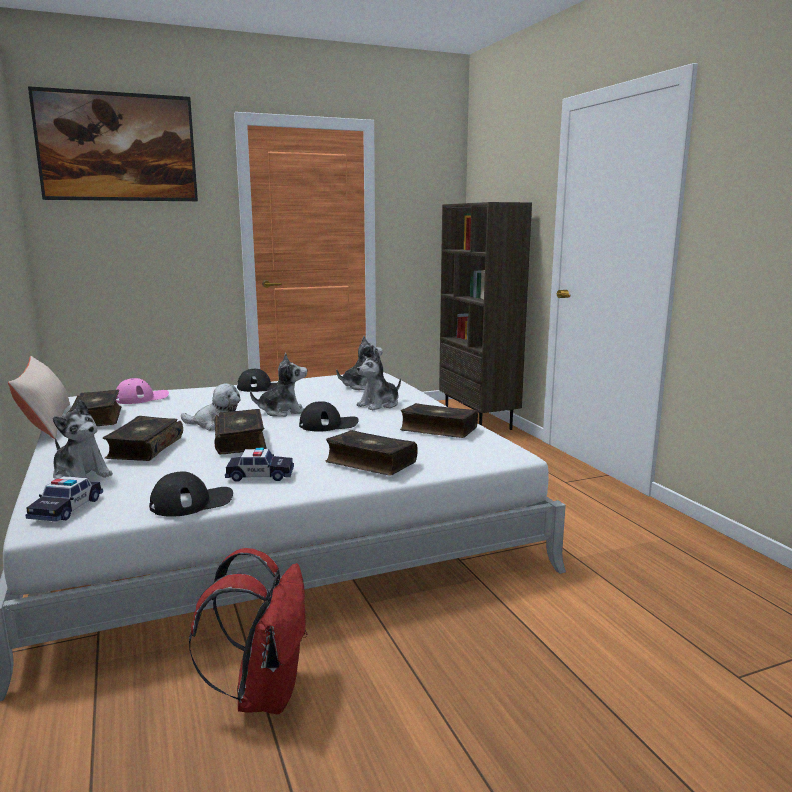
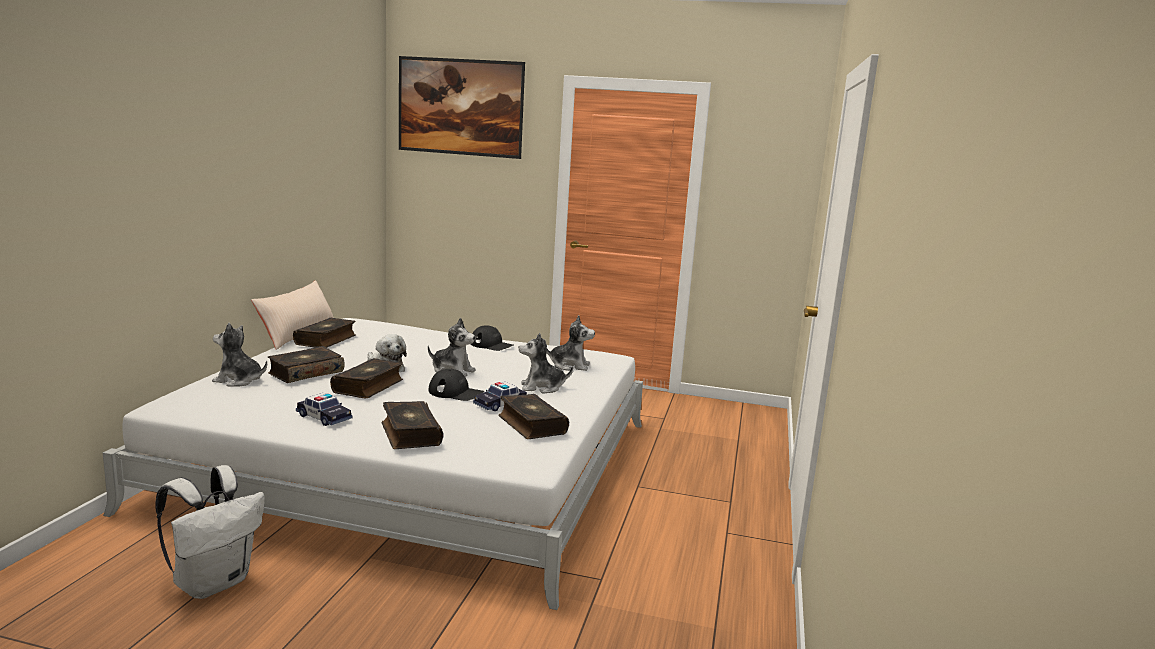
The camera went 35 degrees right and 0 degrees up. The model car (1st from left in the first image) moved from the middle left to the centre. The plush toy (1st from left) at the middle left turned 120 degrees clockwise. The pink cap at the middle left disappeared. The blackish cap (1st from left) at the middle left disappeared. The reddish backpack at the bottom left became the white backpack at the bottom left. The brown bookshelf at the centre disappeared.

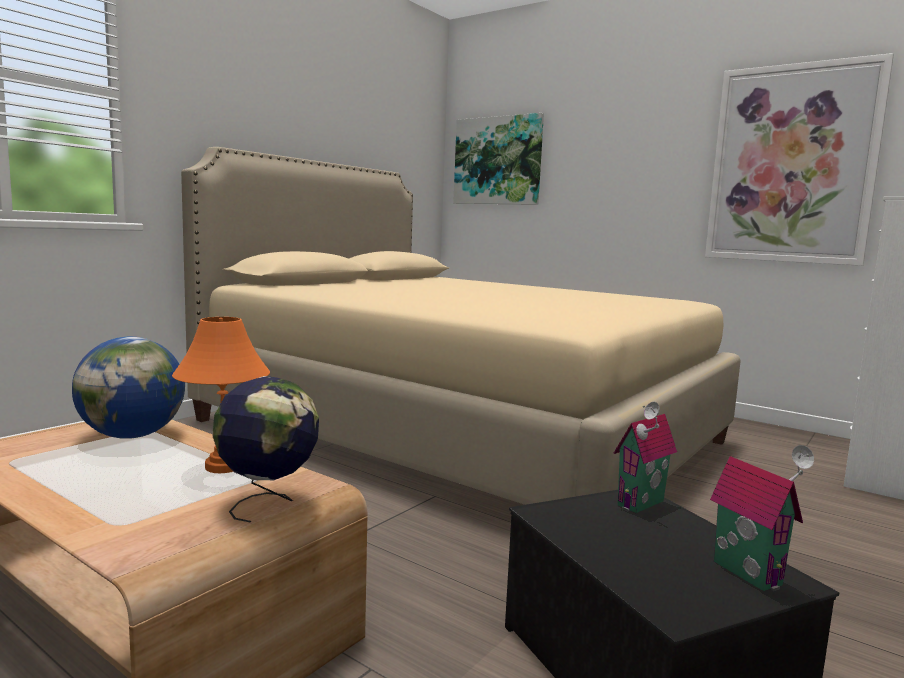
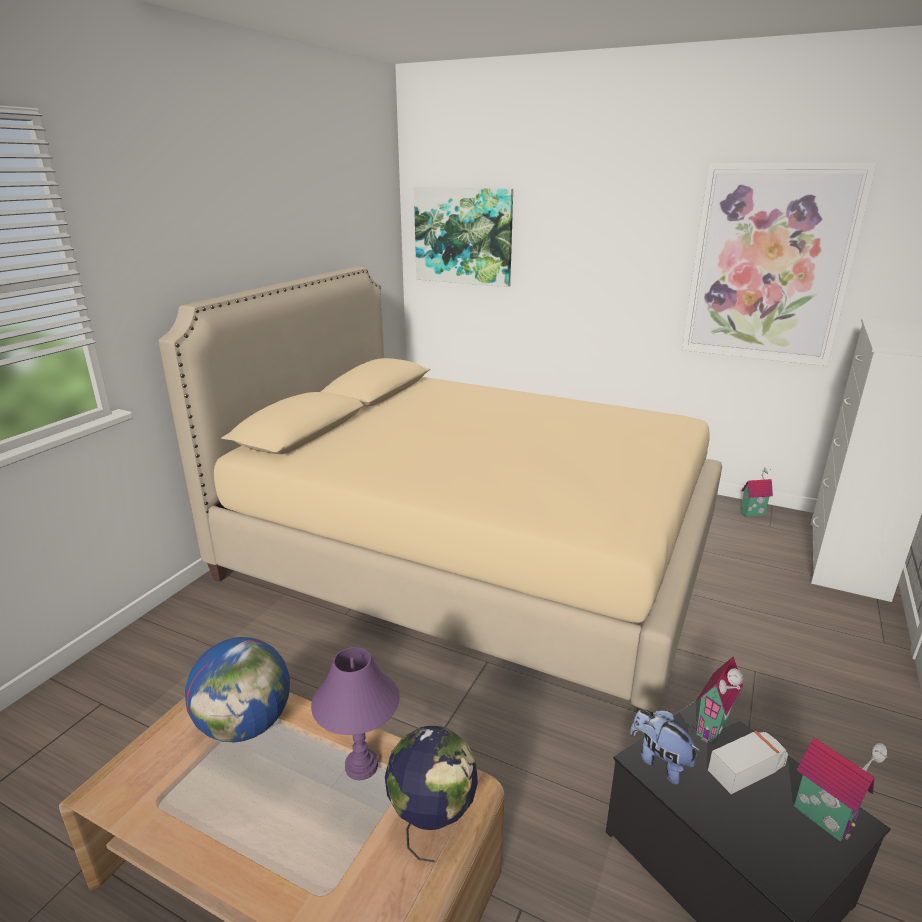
The camera went 10 degrees left and 15 degrees up. The orange table lamp at the middle left became the purple table lamp at the bottom centre. The plush toy at the bottom right appeared. The toy truck at the bottom right appeared. The model house (2nd from left) at the middle right appeared.

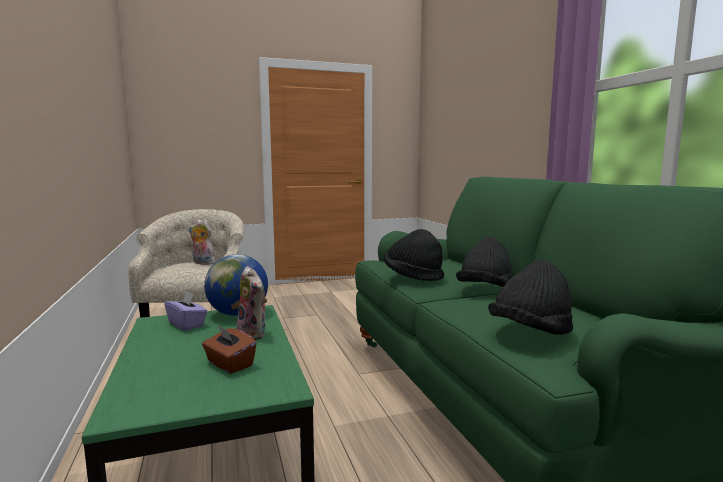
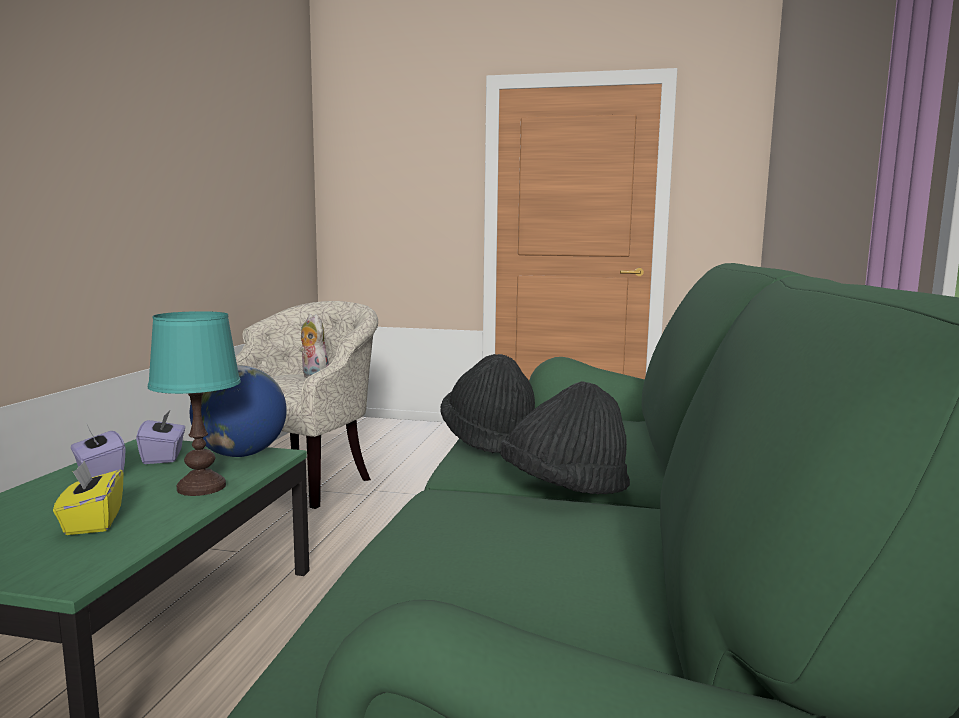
The camera went 30 degrees right and 0 degrees up. The brown tissue box at the bottom left became the yellowish tissue box at the bottom left. The plush toy (2nd from left) at the centre was replaced by the turquoise table lamp at the middle left. The blackish hat (3rd from left) at the middle right disappeared. The purple tissue box (1st from left) at the middle left appeared.

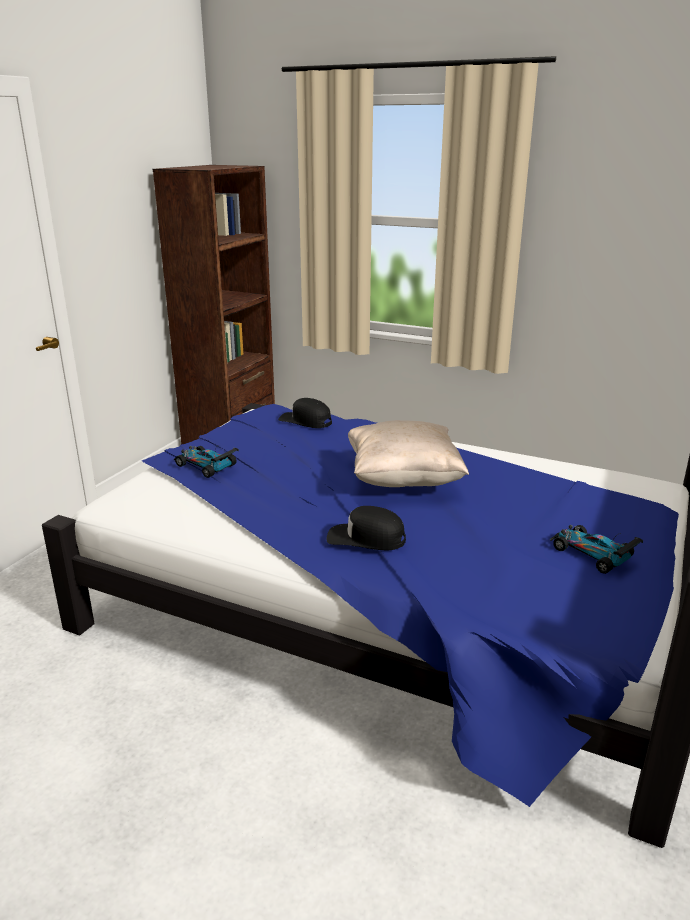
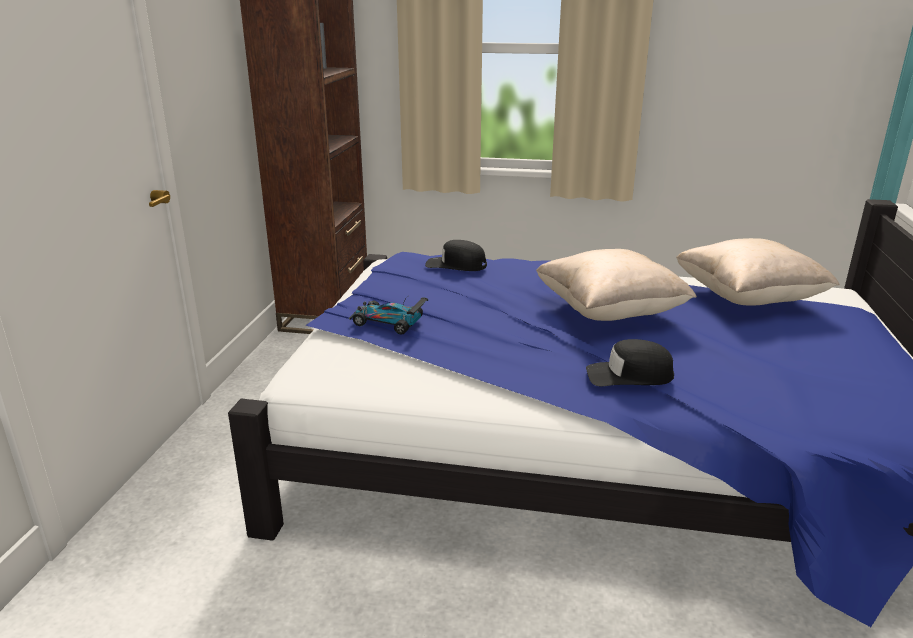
The camera went 15 degrees left and 0 degrees up. The model car (2nd from left) at the middle right disappeared. The beige-coloured throw pillow (2nd from left) at the middle right appeared.

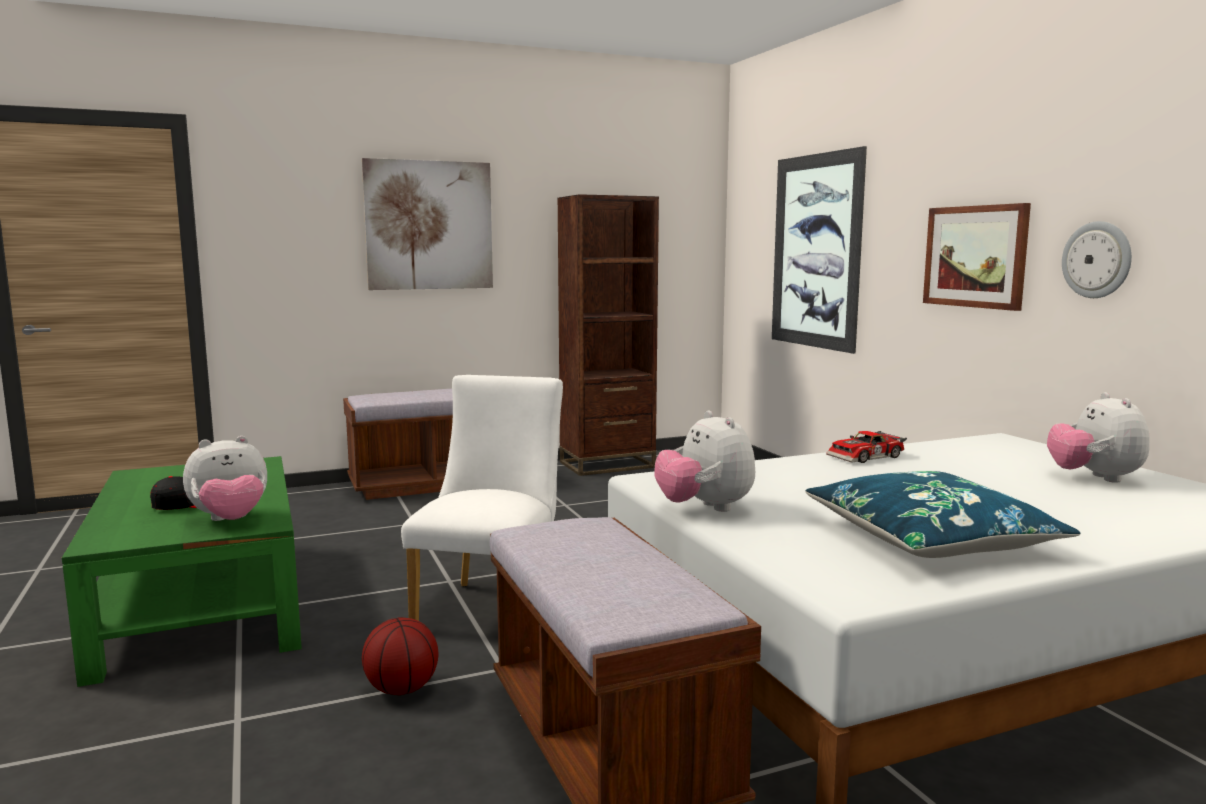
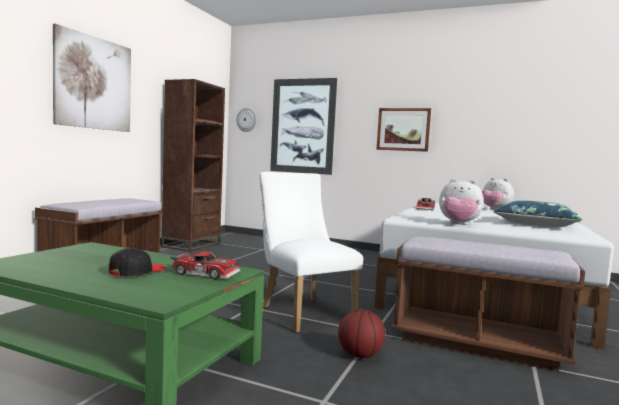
The camera went 45 degrees left and 5 degrees down. The plush toy (1st from left) at the middle left was replaced by the model car (1st from left) at the middle left. The hanging clock moved from the top right to the top centre.

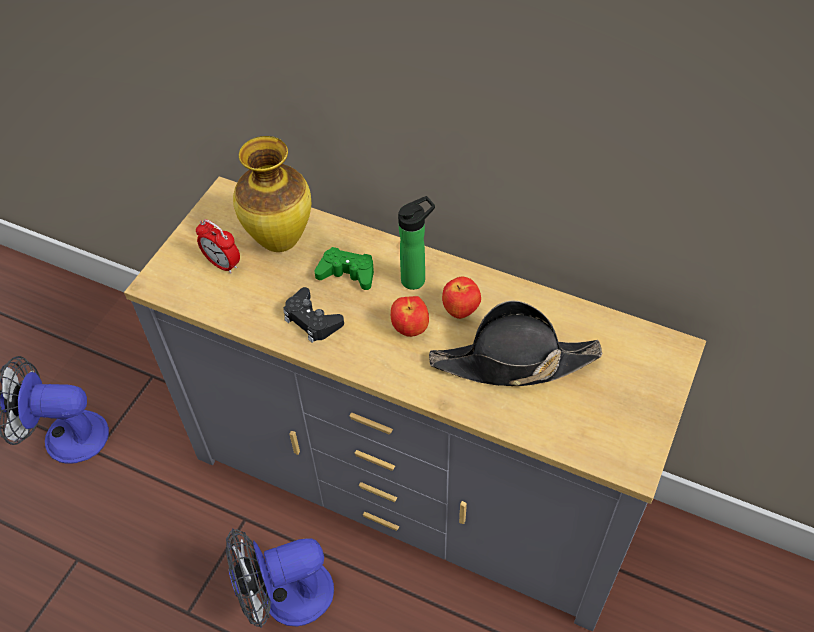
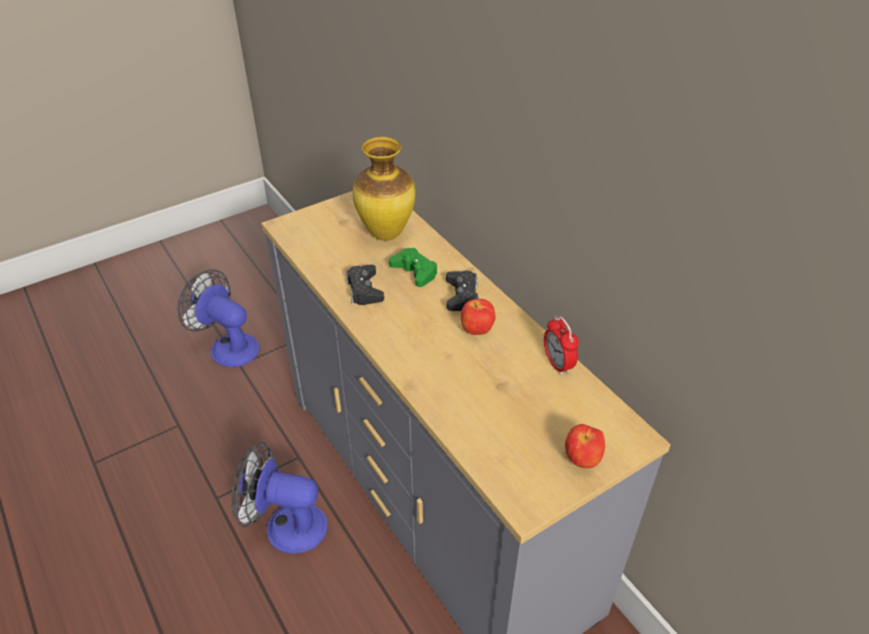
The camera went 30 degrees right and 10 degrees down. The table clock moved from the middle left to the centre. The apple (1st from left in the first image) moved from the centre to the bottom right. The bottle at the centre was replaced by the blackish joypad (2nd from left) at the centre. The blackish hat at the centre disappeared.

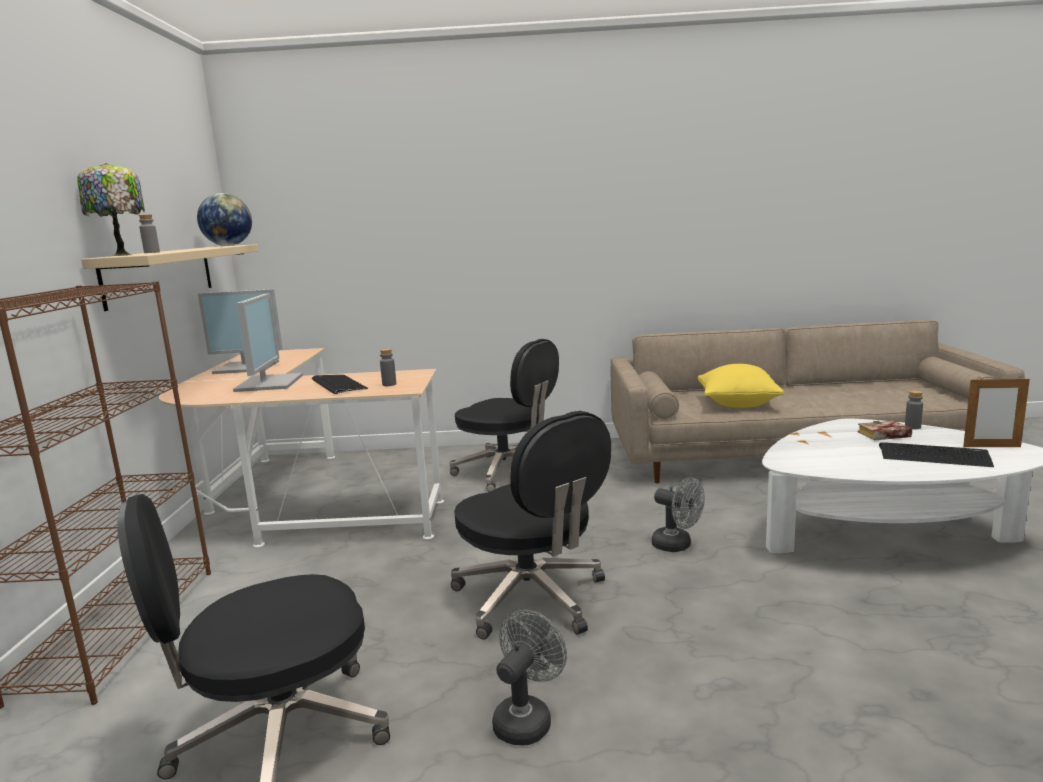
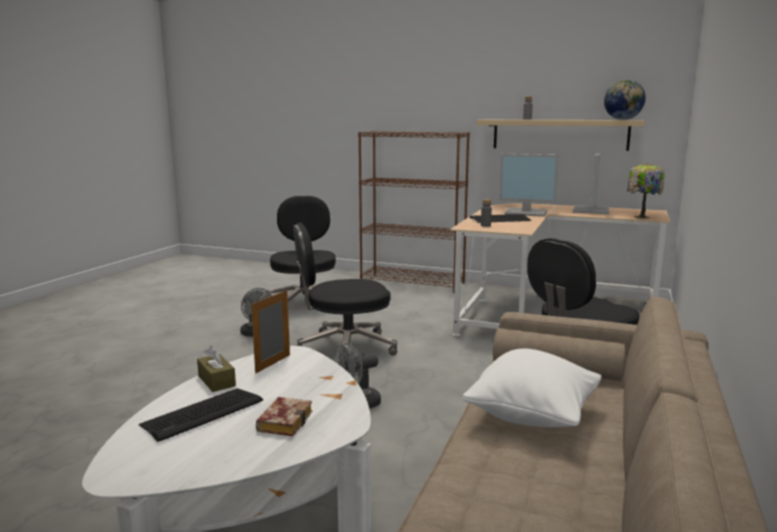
The camera went 110 degrees right and 0 degrees up. The table lamp moved from the top left to the middle right. The yellowish throw pillow at the middle right became the white throw pillow at the bottom right. The gray bottle (3rd from left) at the middle right disappeared. The photo frame moved from the middle right to the centre. The brown tissue box at the bottom left appeared.

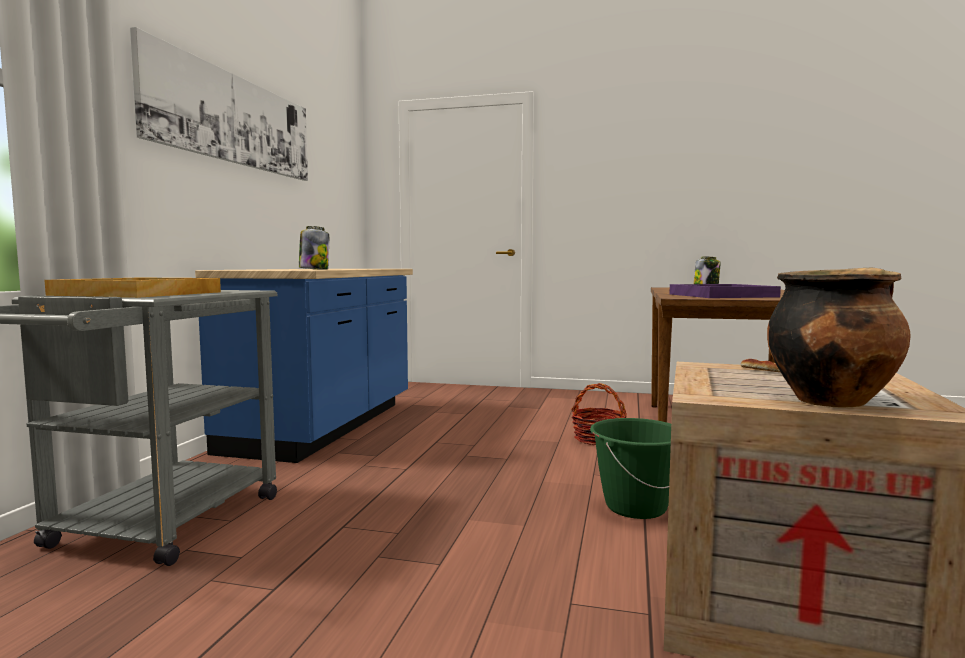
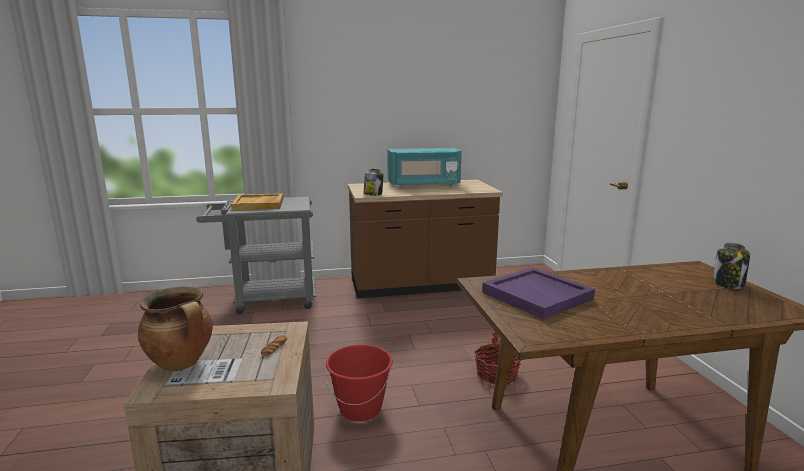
The camera went 65 degrees right and 10 degrees up. The wall picture at the top left disappeared. The blue-coloured kitchen counter at the middle left became the brown kitchen counter at the centre. The green water bucket at the bottom centre became the reddish water bucket at the bottom centre. The turquoise microwave at the centre appeared.

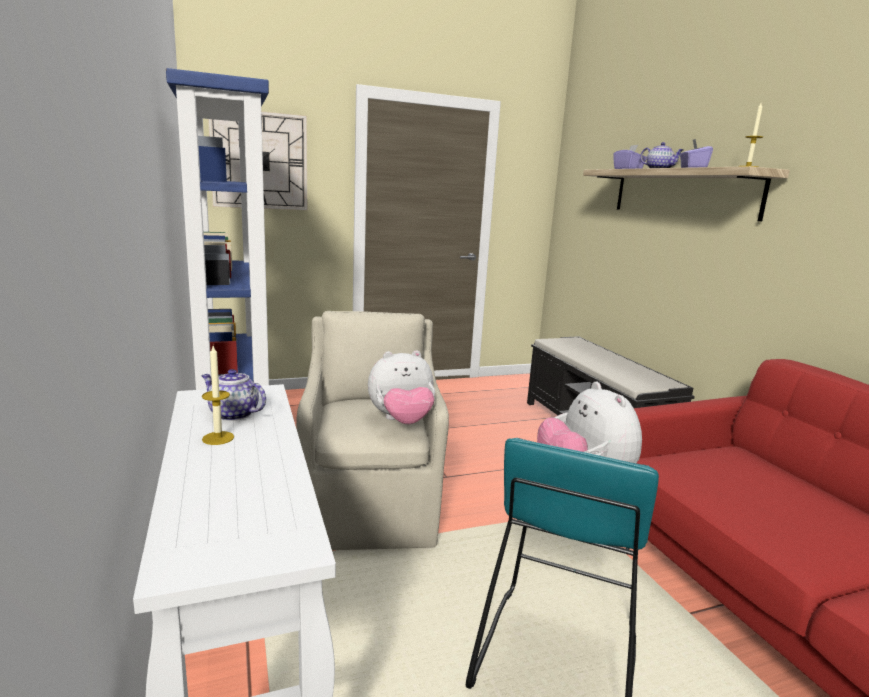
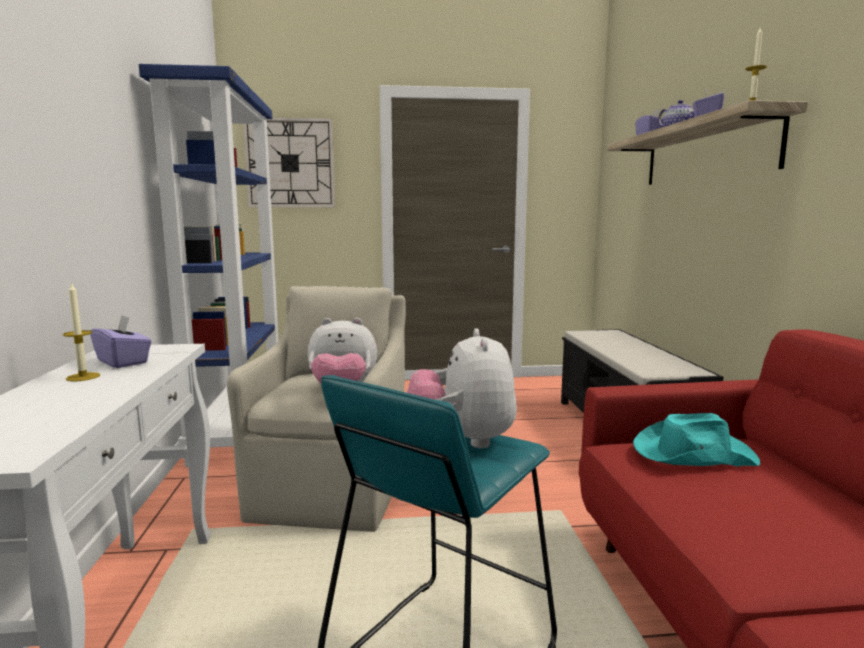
The camera went 15 degrees right and 5 degrees down. The pot for tea (1st from left) at the middle left was replaced by the purple tissue box (1st from left) at the middle left. The turquoise hat at the bottom right appeared.

